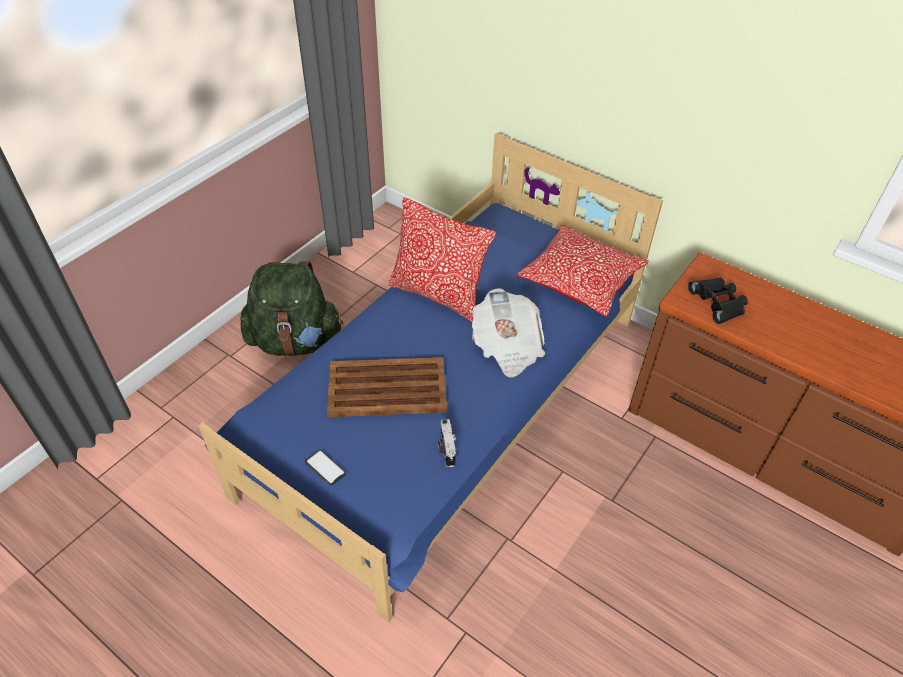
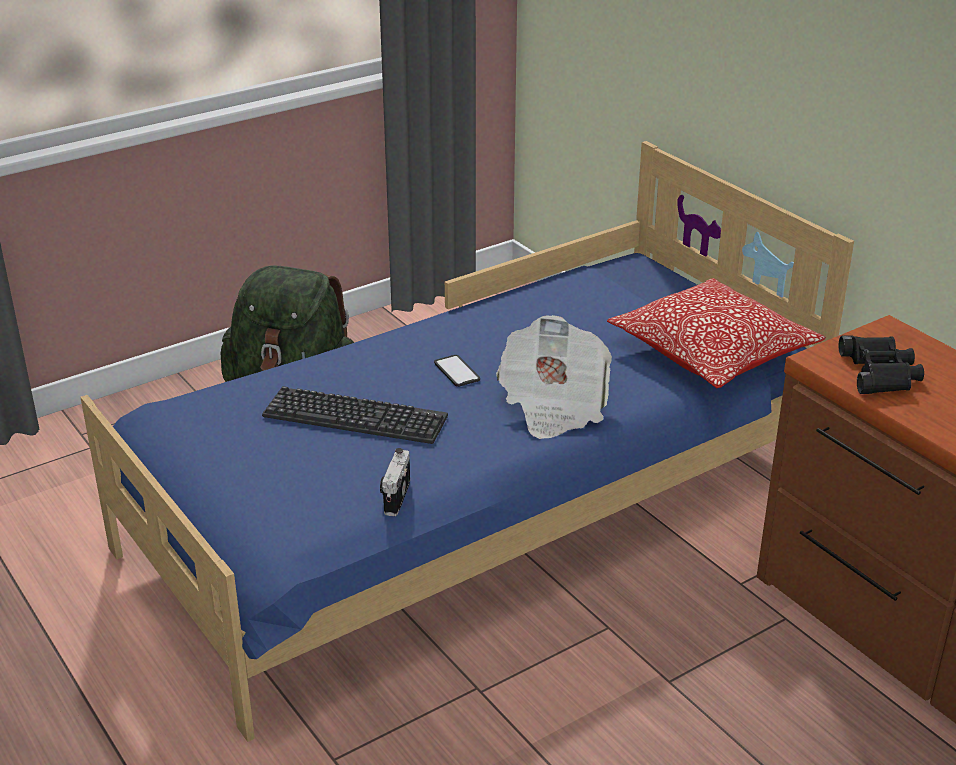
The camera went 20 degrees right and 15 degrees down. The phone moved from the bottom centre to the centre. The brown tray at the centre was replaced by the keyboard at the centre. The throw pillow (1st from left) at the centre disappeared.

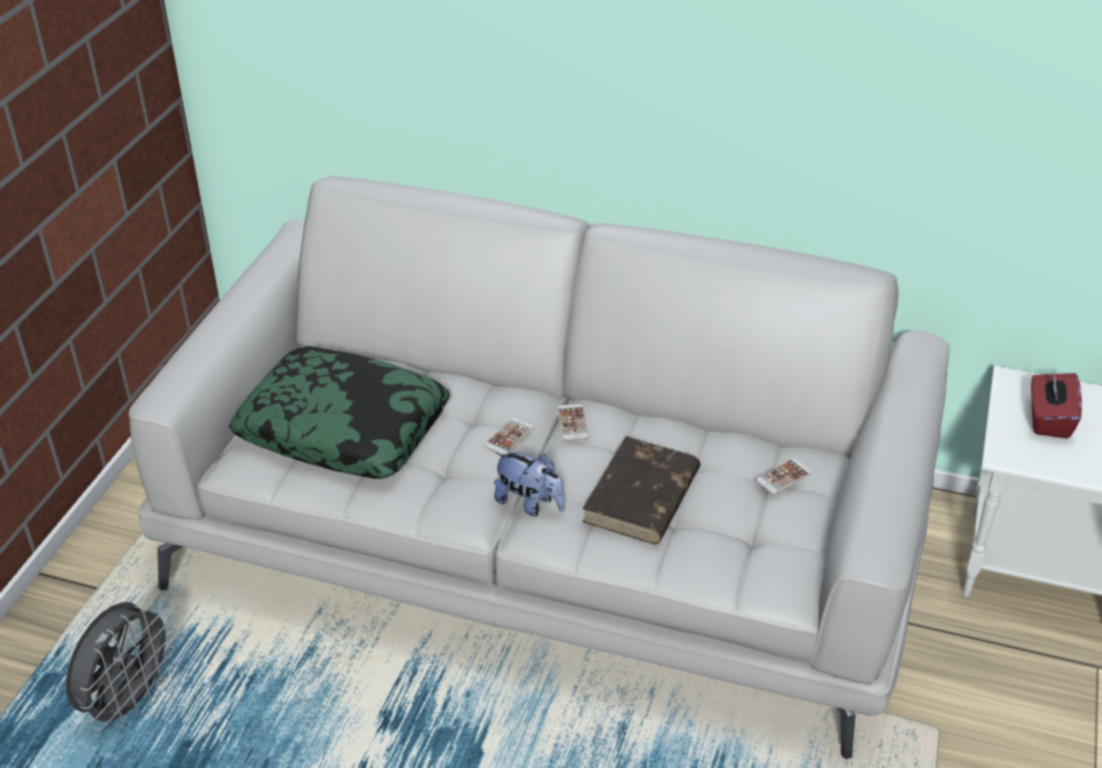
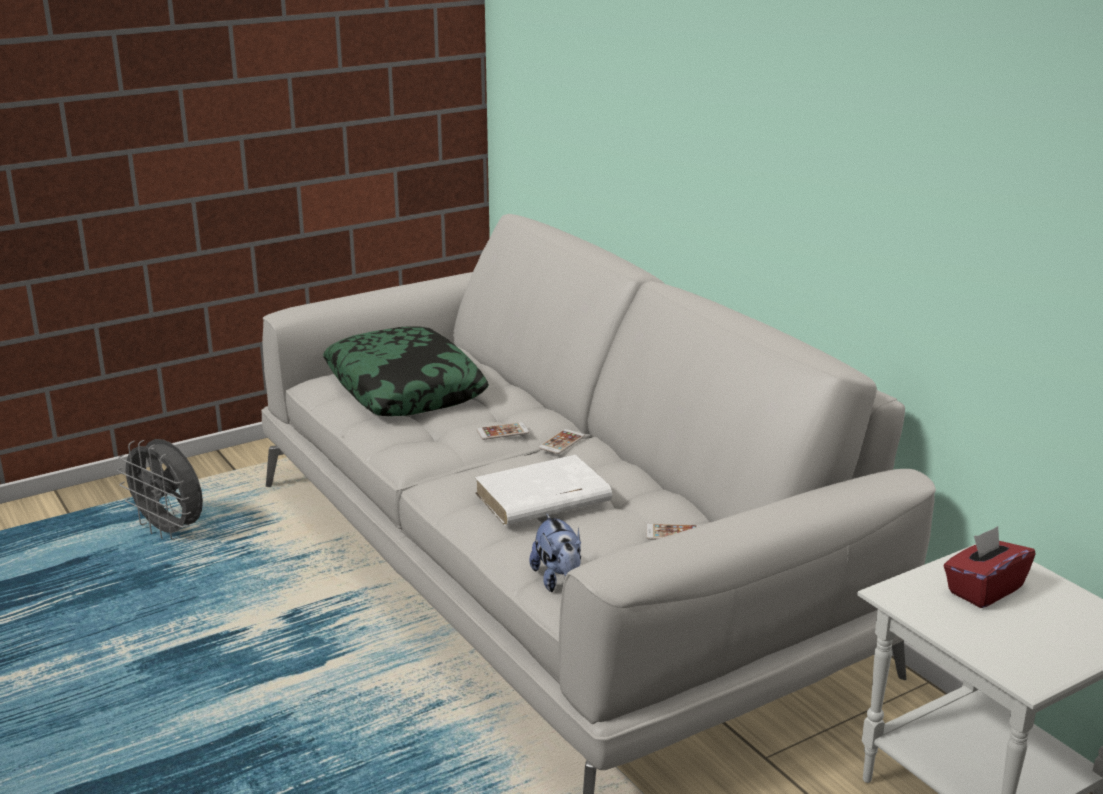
The camera went 40 degrees right and 15 degrees down. The gray fan at the bottom left turned 60 degrees clockwise. The plush toy moved from the centre to the bottom centre. The brown book at the centre became the white book at the centre.

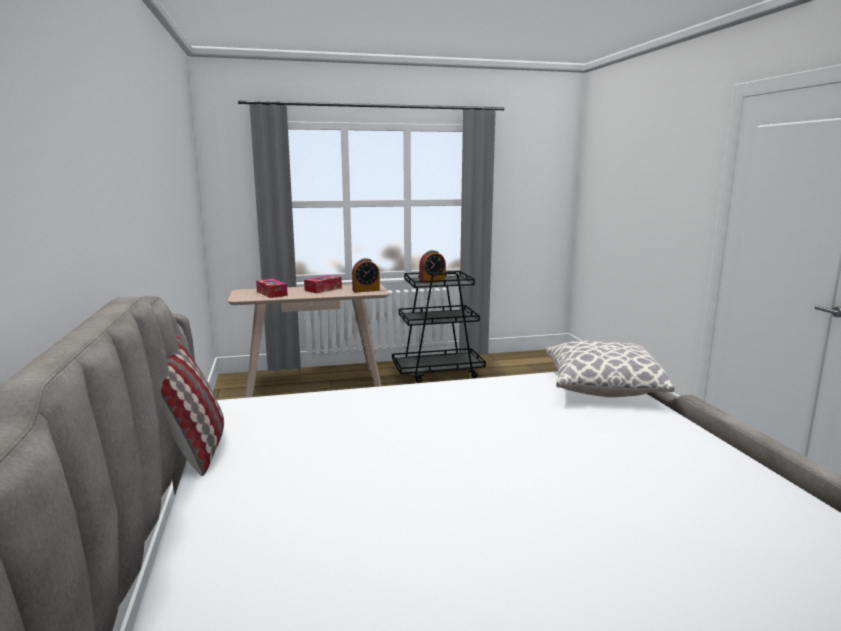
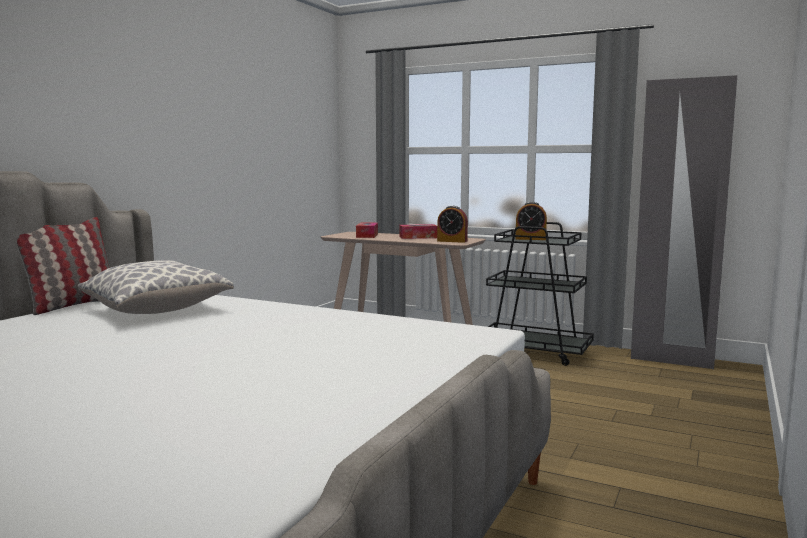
The camera went 40 degrees right and 5 degrees down. The throw pillow (2nd from left) moved from the middle right to the middle left. The gray clothes cupboard at the middle right appeared.

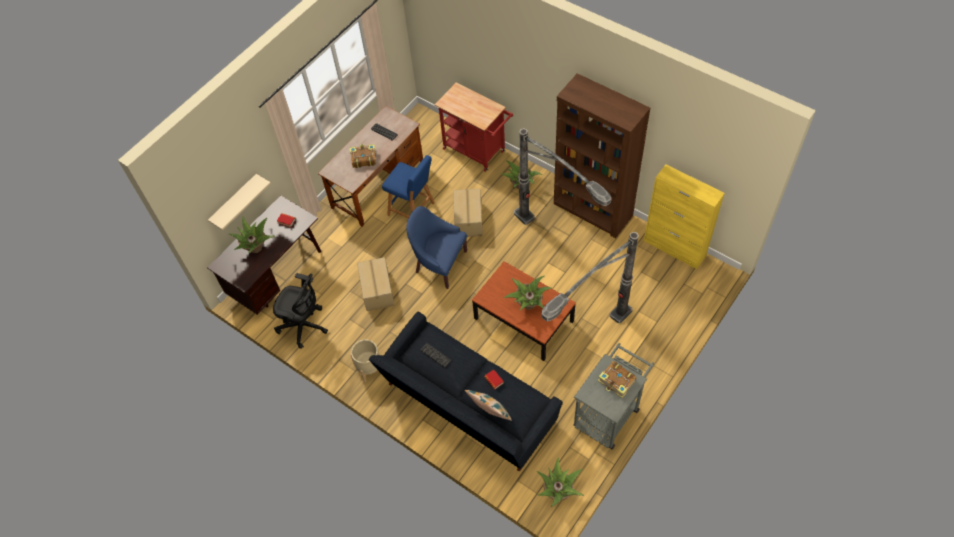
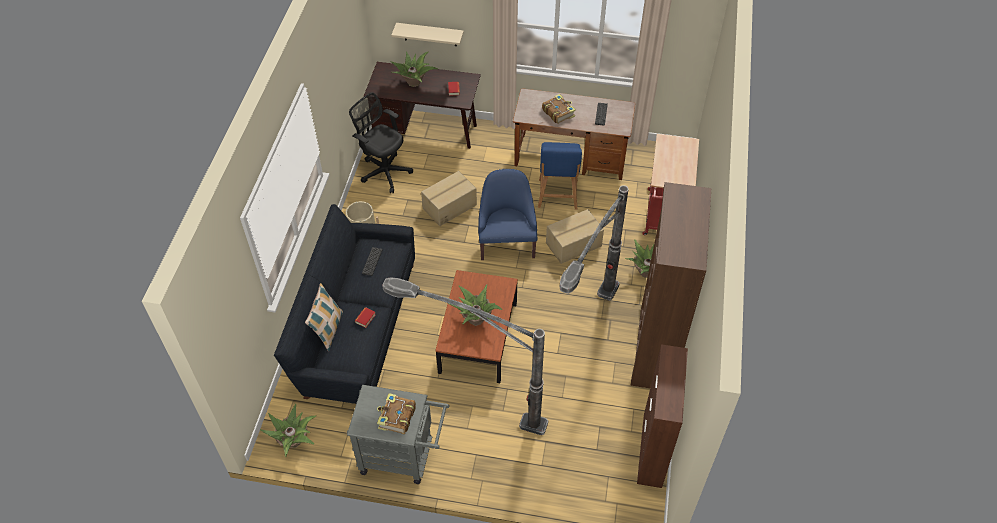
The camera went 60 degrees right and 5 degrees down. The blackish office chair at the middle left turned 135 degrees clockwise. The yellowish cabinet at the middle right became the brown cabinet at the bottom centre.

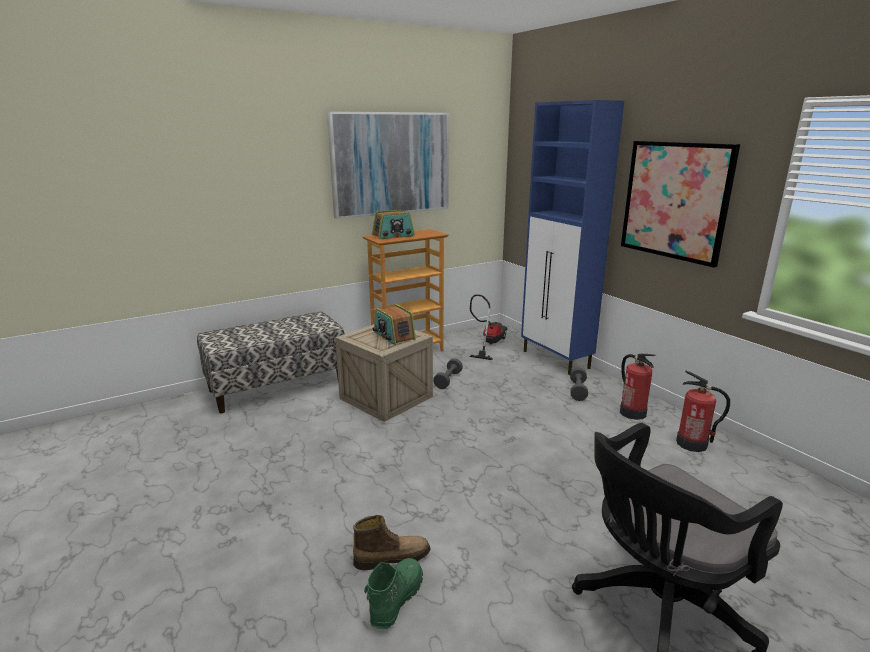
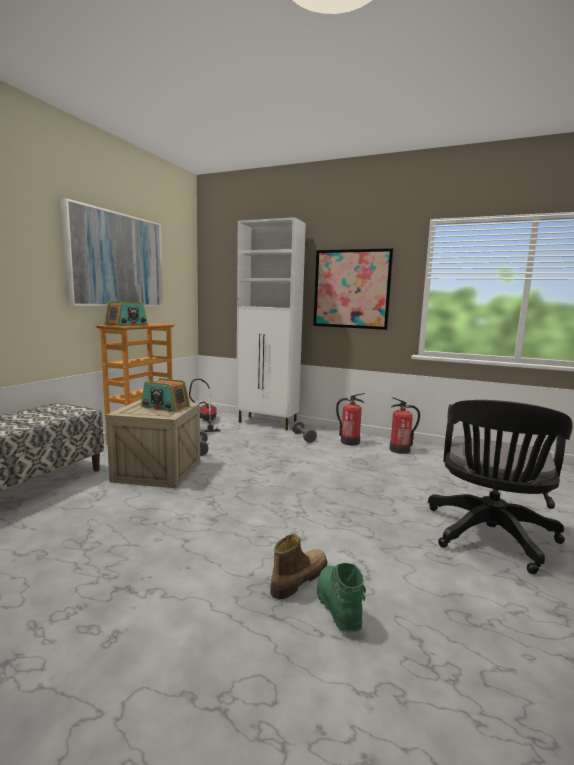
The camera went 35 degrees left and 10 degrees down. The blue-coloured cabinet at the centre became the white cabinet at the centre.

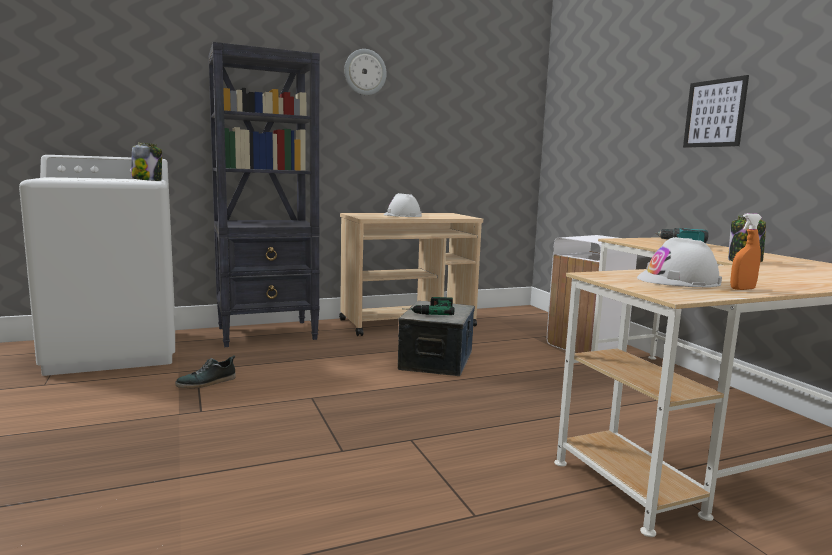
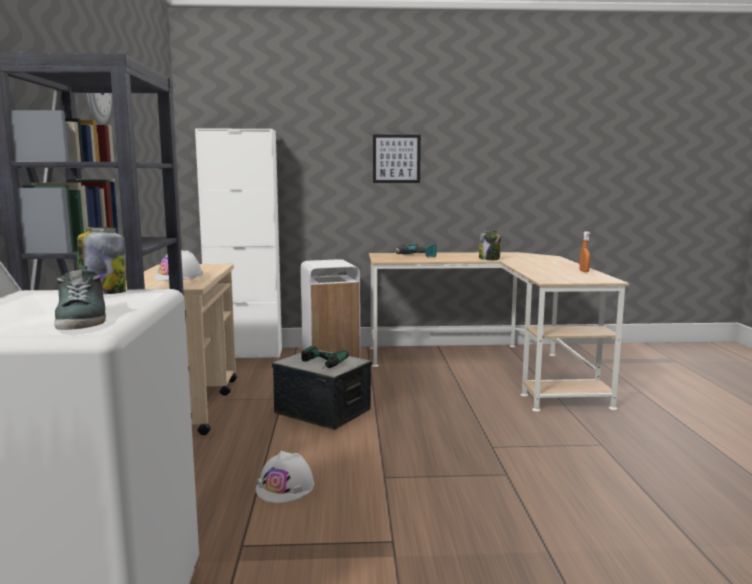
The camera went 70 degrees left and 0 degrees up. The shoe moved from the bottom left to the middle left. The white work helmet (2nd from left) moved from the middle right to the bottom centre. The white cabinet at the middle left appeared.

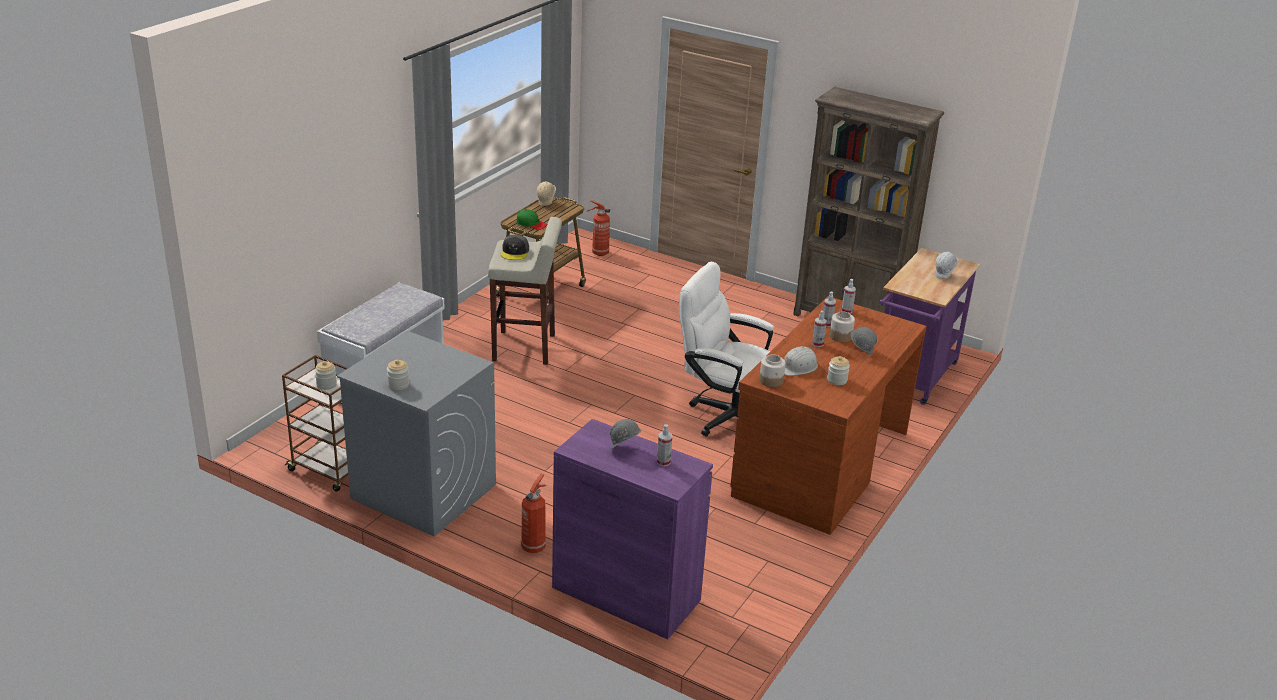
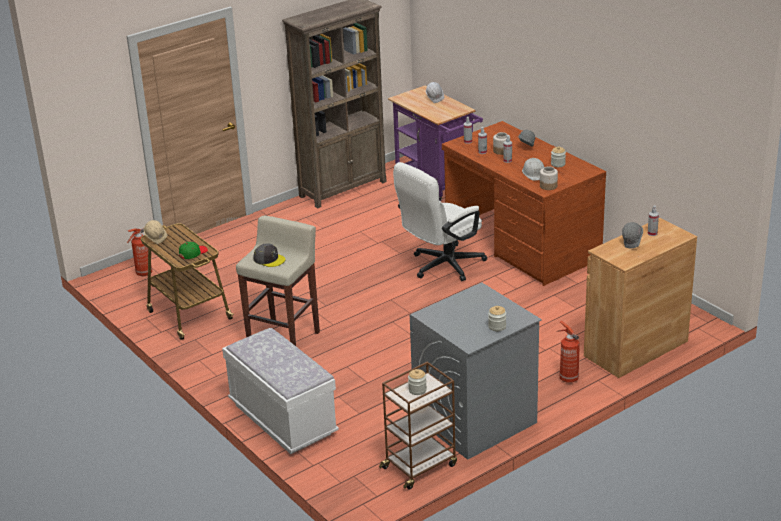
The camera went 65 degrees left and 0 degrees up. The purple cabinet at the bottom centre became the brown cabinet at the middle right.

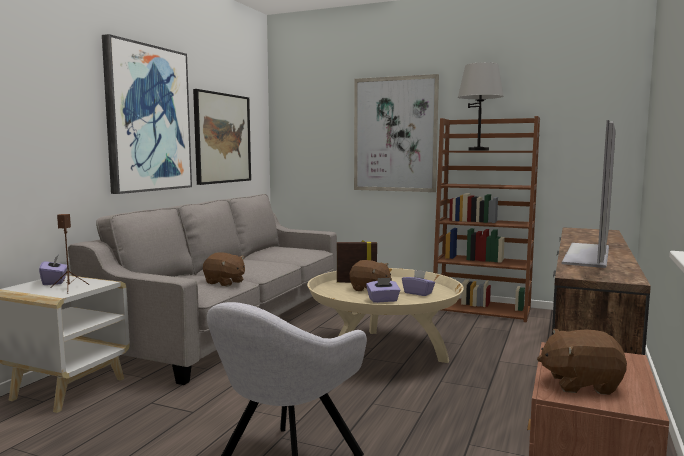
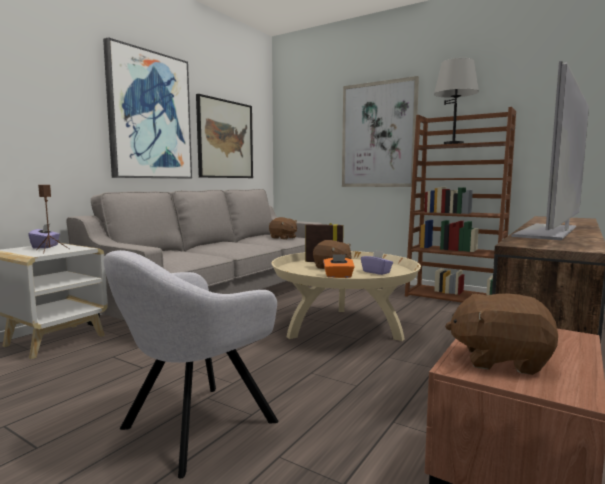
The camera went 10 degrees right and 0 degrees up. The brown plush toy (1st from left) moved from the middle left to the centre. The purple tissue box (2nd from left) at the centre became the orange tissue box at the centre.

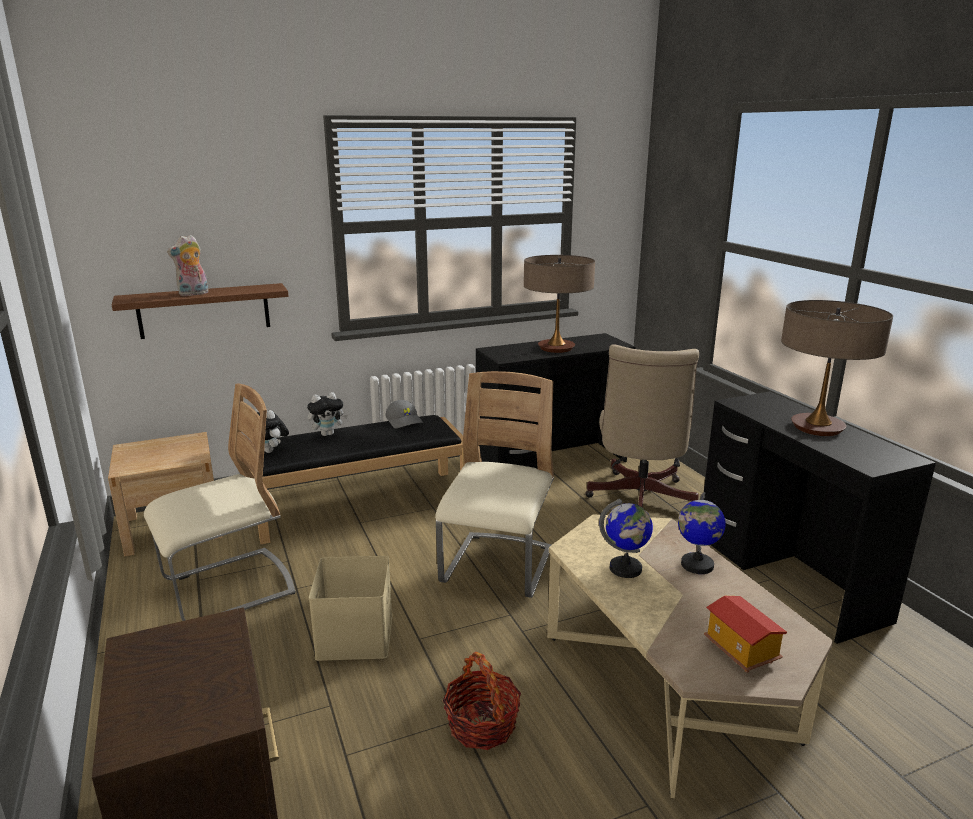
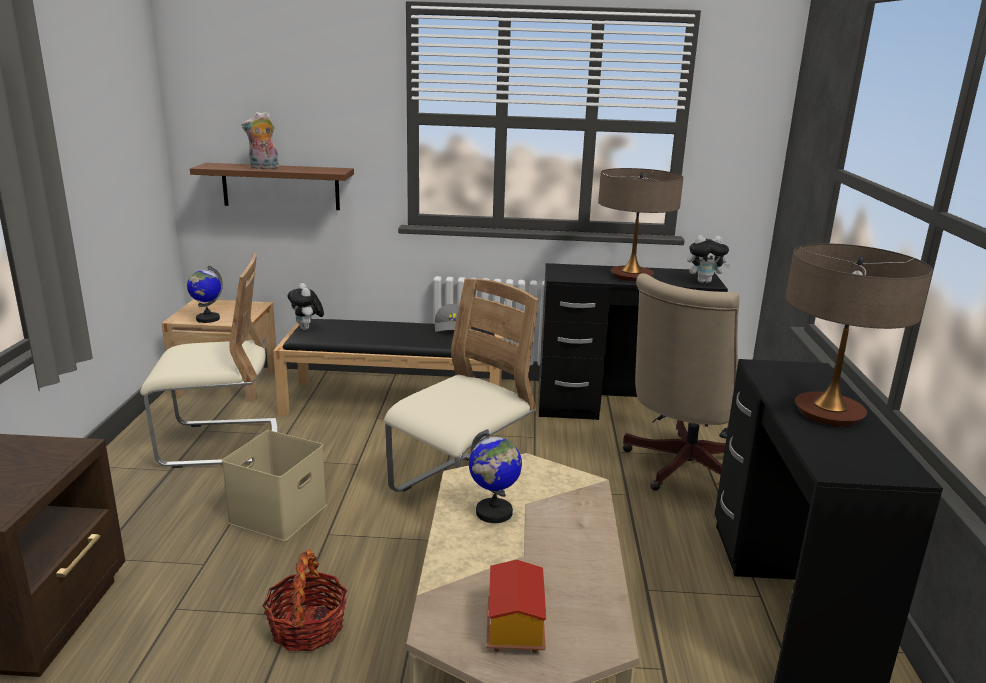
The camera went 25 degrees right and 0 degrees up. The plush toy (3rd from left) moved from the centre to the middle right. The desk globe (2nd from left in the first image) moved from the middle right to the middle left.

